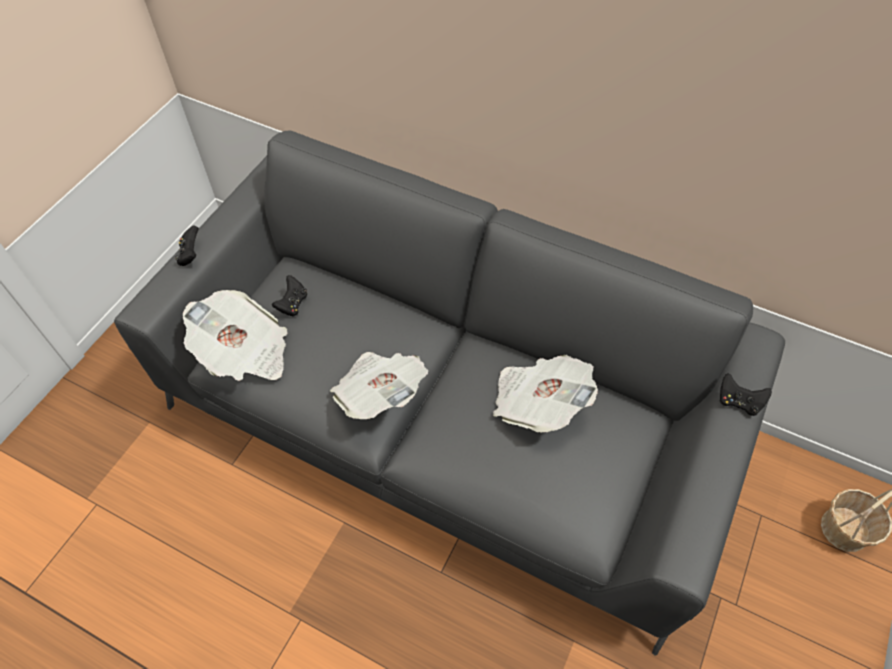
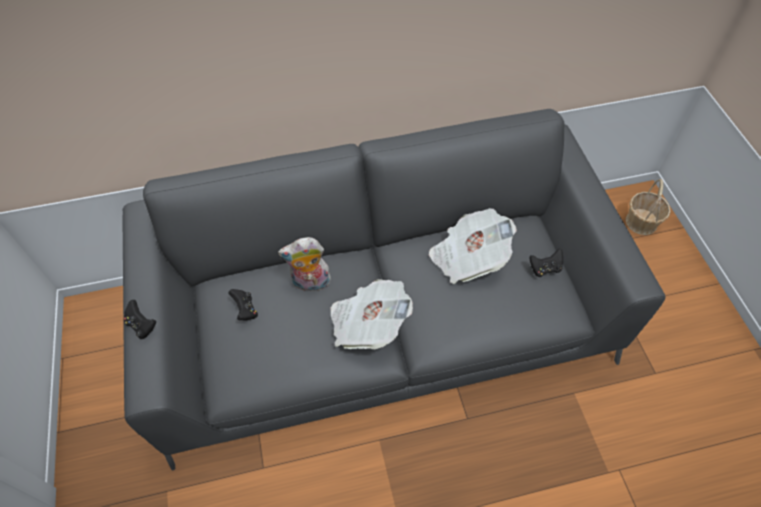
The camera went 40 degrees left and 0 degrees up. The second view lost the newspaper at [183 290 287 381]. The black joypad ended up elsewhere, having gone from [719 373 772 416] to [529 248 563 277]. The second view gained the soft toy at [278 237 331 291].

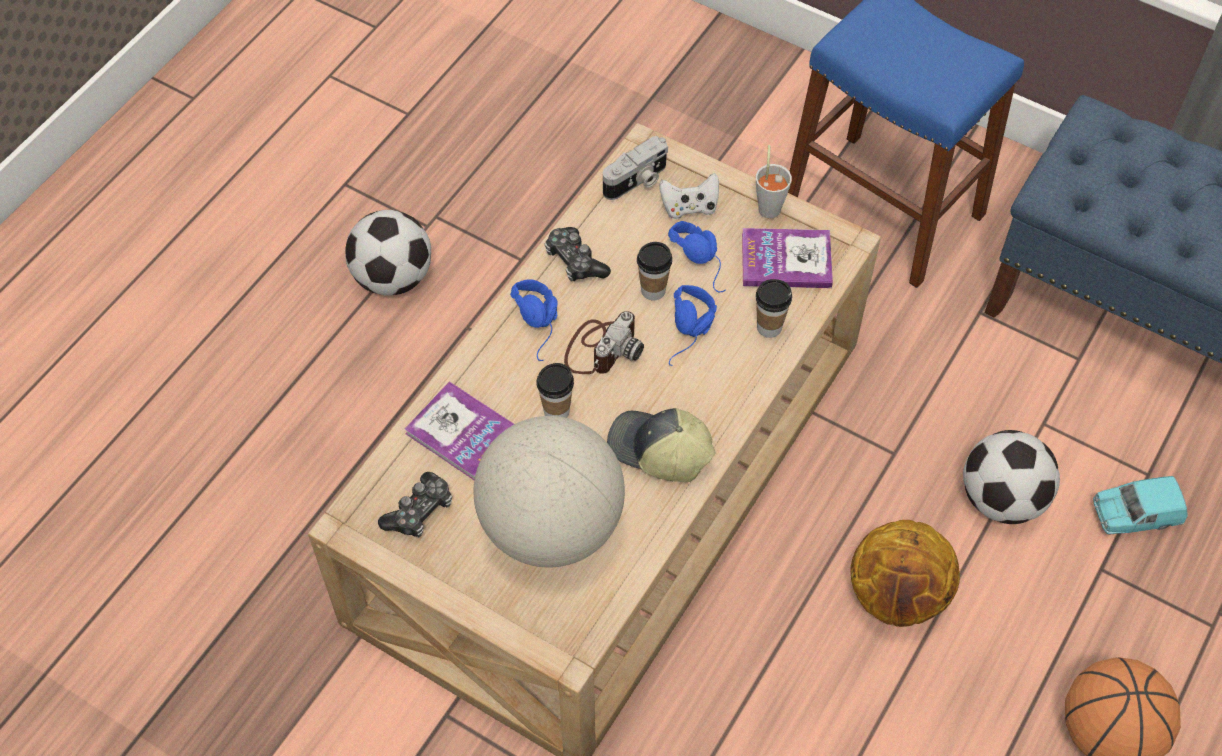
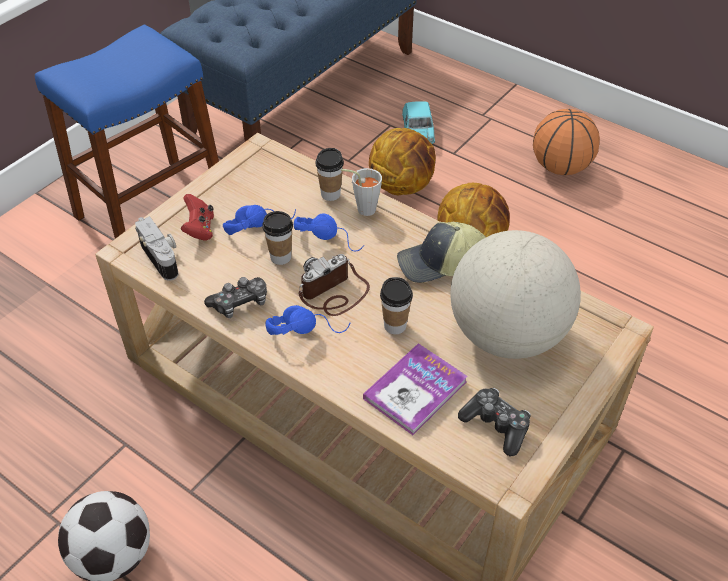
The camera went 85 degrees left and 10 degrees down. The photo camera at [564 311 644 374] ended up facing another way, 75 degrees counterclockwise from before. The baseball cap at [607 408 715 482] ended up facing another way, 45 degrees clockwise from before. What was the white joypad at [660 173 719 219] turned into the red joypad at [181 194 214 241]. The second view lost the book at [742 228 833 288]. The grey cup ended up elsewhere, having gone from [756 145 792 219] to [341 168 382 216]. Where the ball for football stood at [963 430 1060 524], the basketball came to stand at [369 128 436 195].

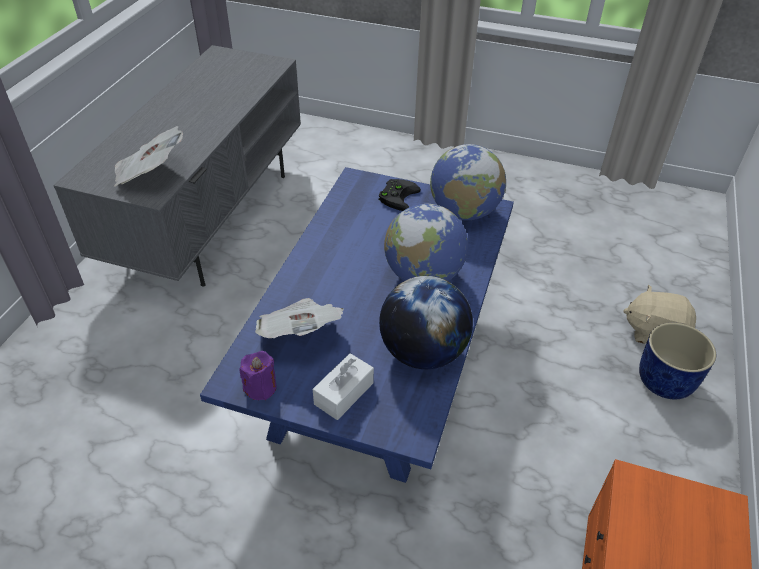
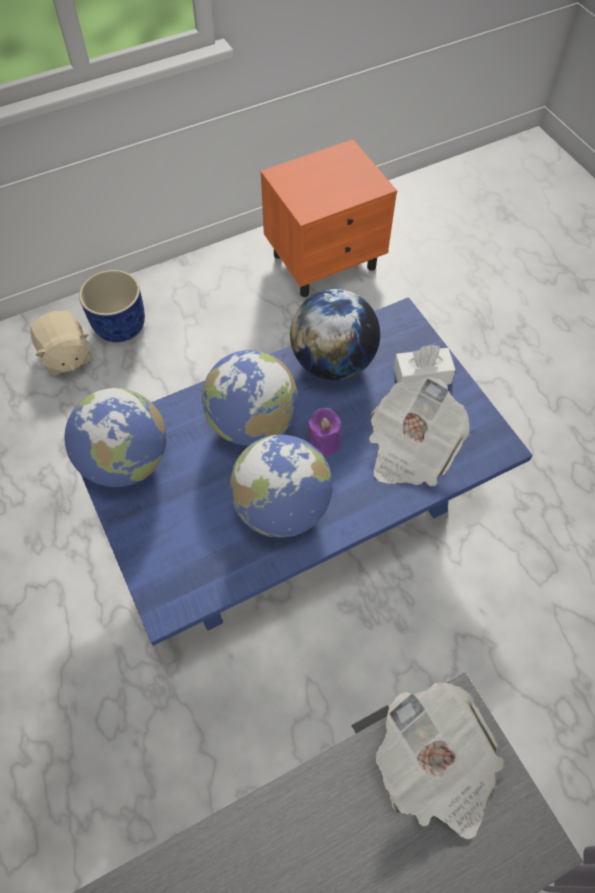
The camera went 135 degrees left and 15 degrees up. The purple-coloured wax candle ended up elsewhere, having gone from [239 351 277 400] to [308 408 341 456]. The second view lost the black joypad at [378 179 421 211]. The second view gained the globe at [230 435 333 537].

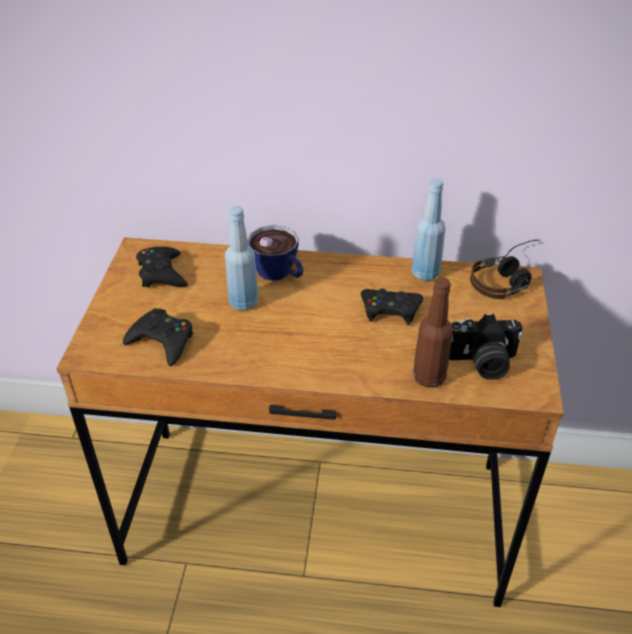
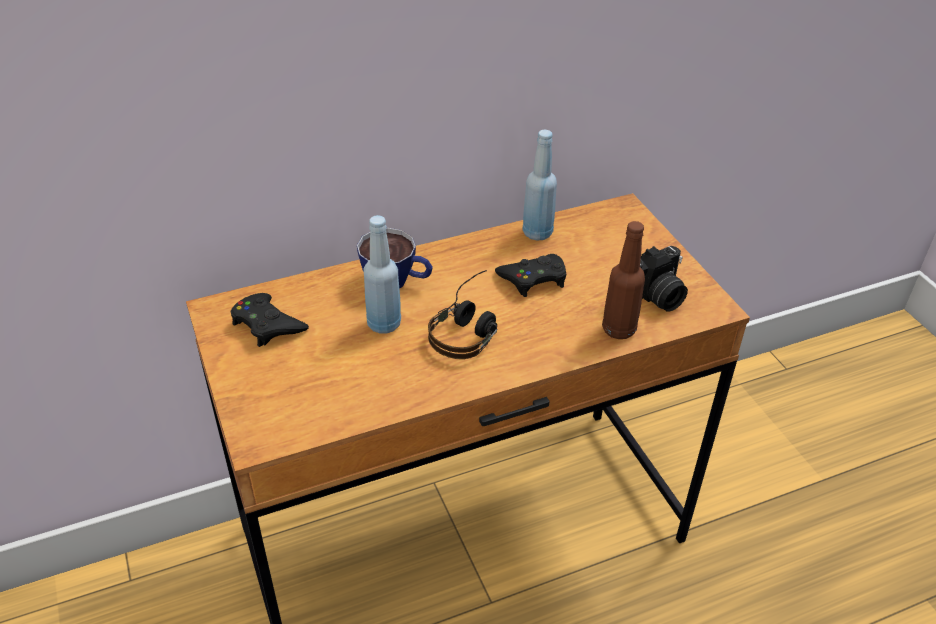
The camera went 30 degrees left and 0 degrees up. The second view lost the black joypad at [123 308 193 366]. The pair of headphones ended up elsewhere, having gone from [470 240 541 299] to [428 270 498 359].

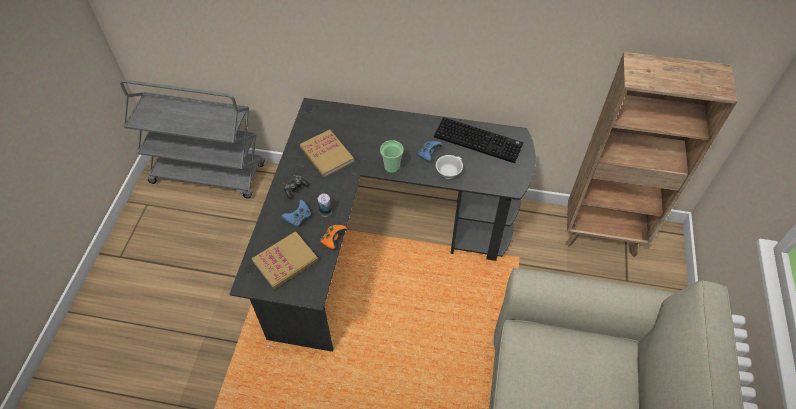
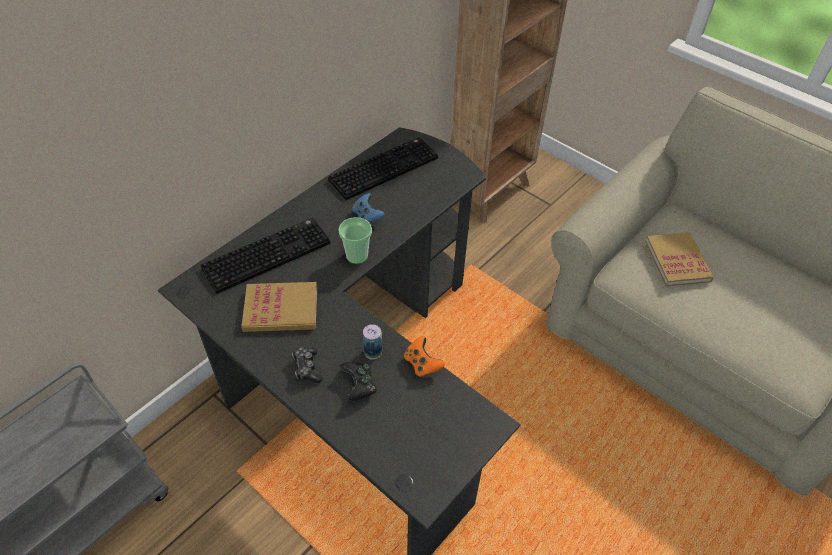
The camera went 60 degrees left and 5 degrees down. The book ended up elsewhere, having gone from [252 231 318 289] to [645 232 714 286]. What was the blue joypad at [282 200 311 227] turned into the black joypad at [340 362 377 400]. The second view lost the white cup at [436 155 463 179]. The second view gained the computer keyboard at [200 217 330 294].

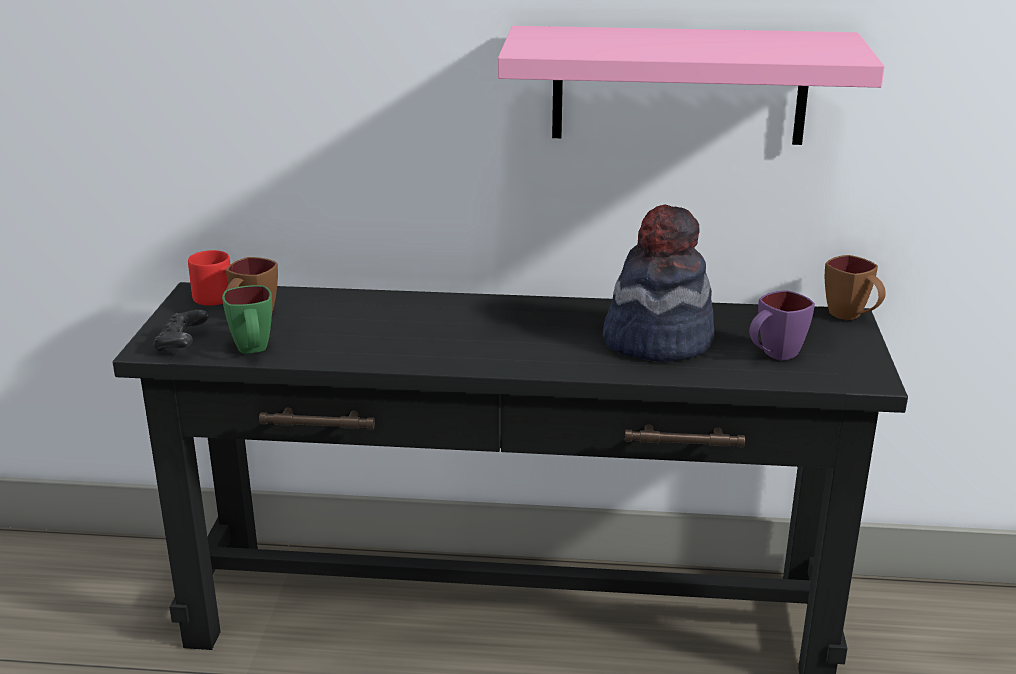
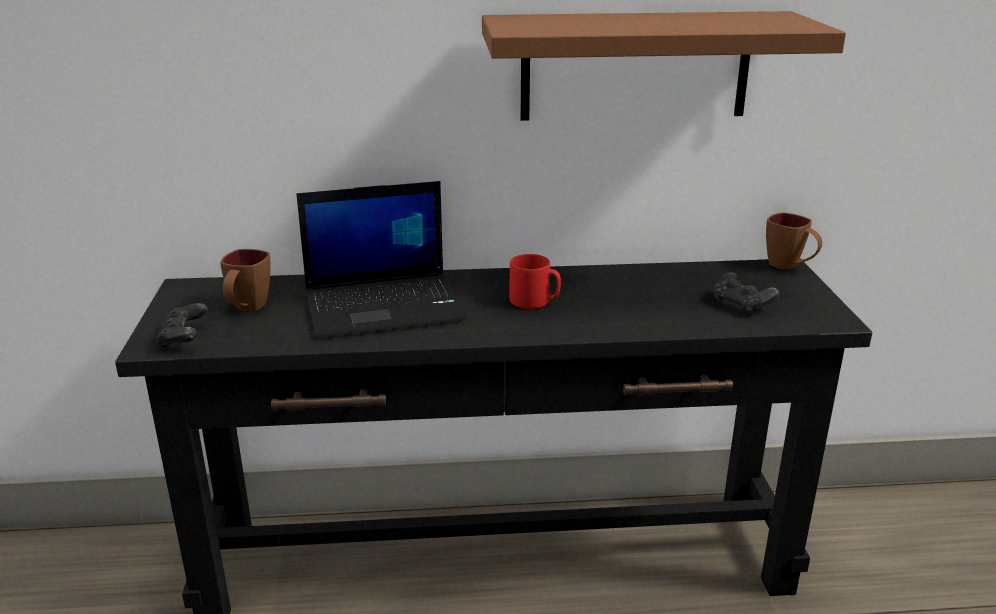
The camera went 10 degrees left and 0 degrees up. The red coffee mug ended up elsewhere, having gone from [188 250 230 306] to [510 254 561 309]. The second view lost the green coffee mug at [222 285 272 354]. What was the pink-coloured shelf at [498 26 885 145] turned into the brown shelf at [482 11 846 121]. The second view lost the clothing hat at [603 205 714 362]. Where the purple-coloured coffee mug stood at [749 290 815 361], the black joypad came to stand at [714 272 780 315]. The second view gained the notebook computer at [296 181 467 338].

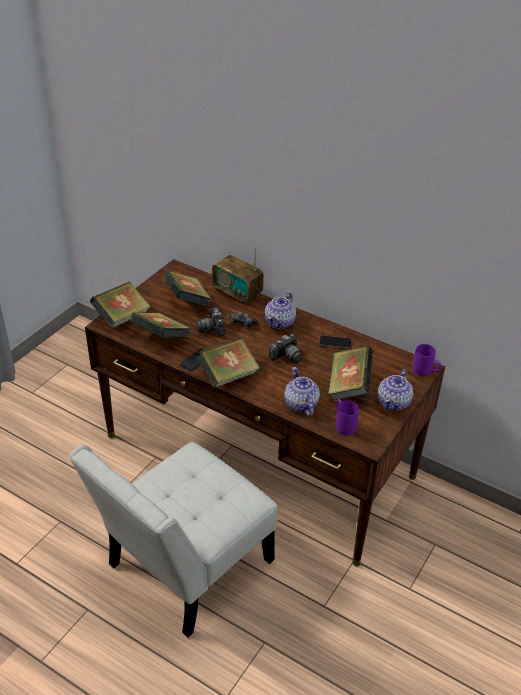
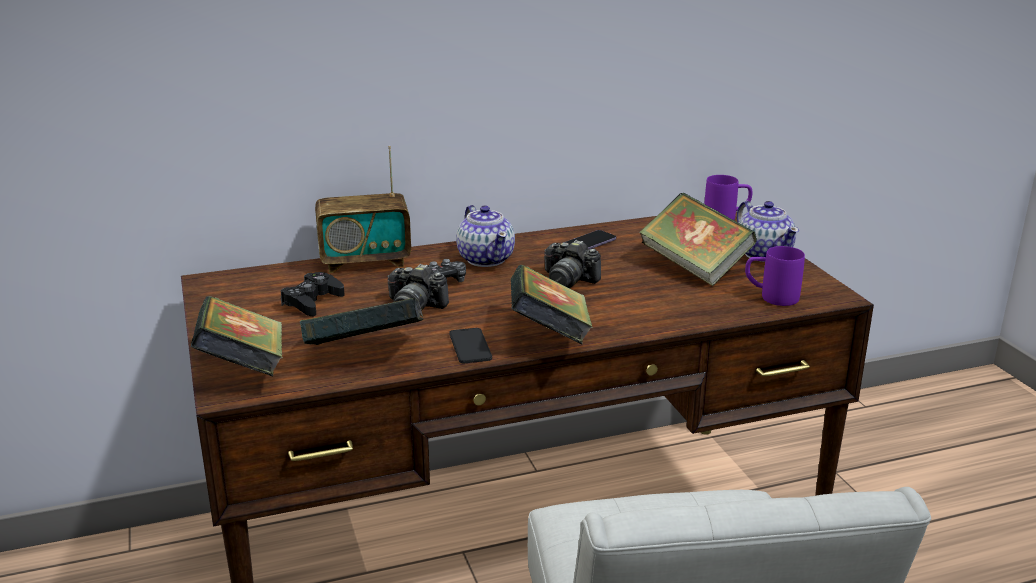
The camera went 50 degrees left and 15 degrees down. Where the book stood at [164 271 211 307], the black joypad came to stand at [281 272 345 316]. The photo camera at [269 334 303 363] ended up facing another way, 120 degrees clockwise from before. The second view lost the pot for tea at [284 367 320 416].

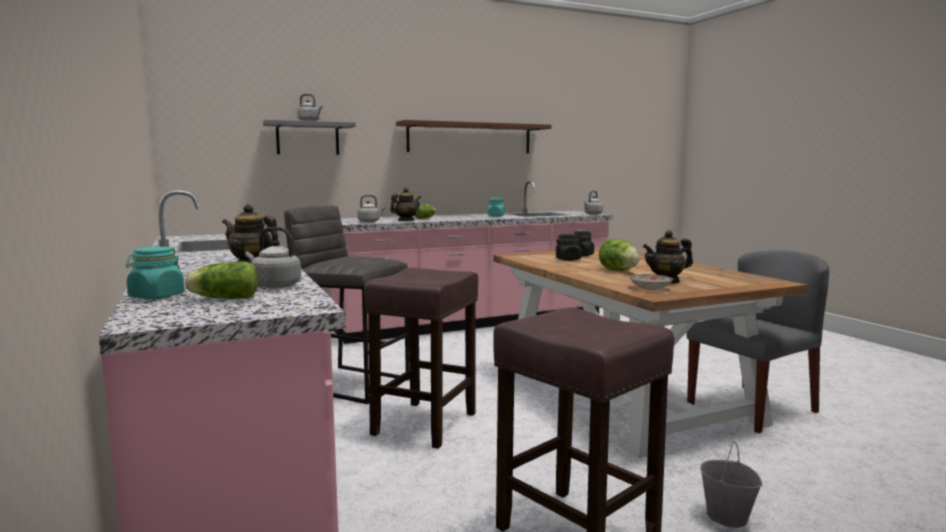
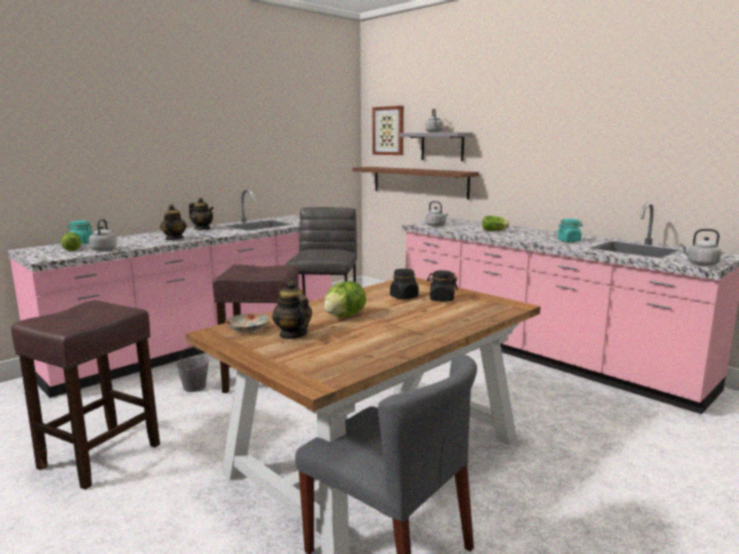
The camera went 70 degrees right and 5 degrees up. The pot for tea ended up elsewhere, having gone from [390 188 421 221] to [189 198 214 230]. The brown shelf ended up elsewhere, having gone from [396 120 551 153] to [353 167 479 200]. The grey water bucket ended up elsewhere, having gone from [700 441 763 528] to [176 345 209 392]. The second view gained the wall art at [372 106 404 155].

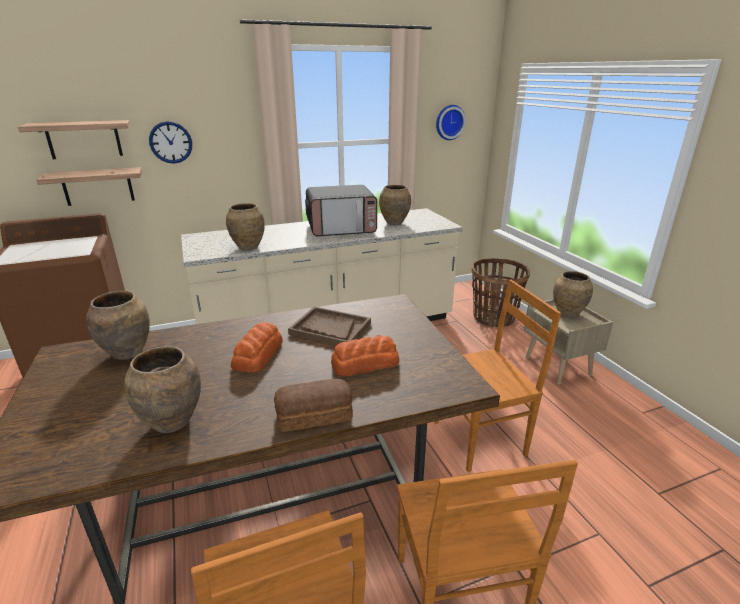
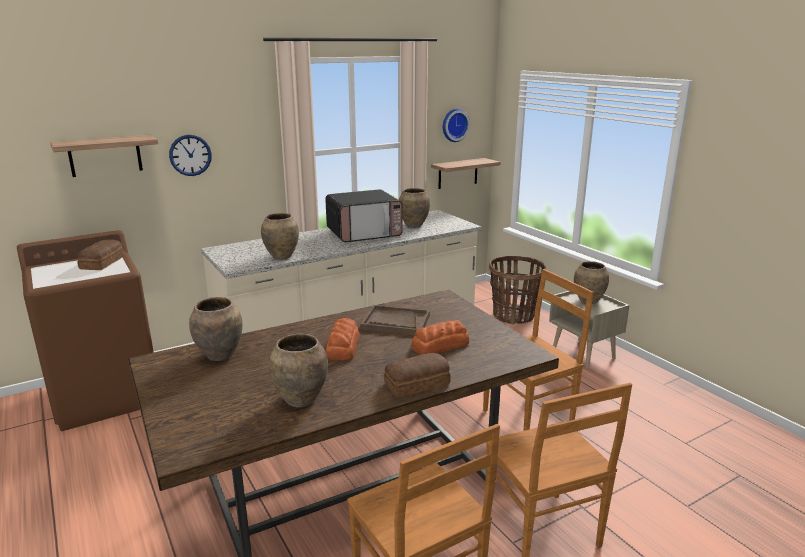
The camera went 10 degrees left and 5 degrees down. The shelf ended up elsewhere, having gone from [37 167 142 206] to [431 158 501 189]. The second view gained the bakery bread at [77 239 124 270].

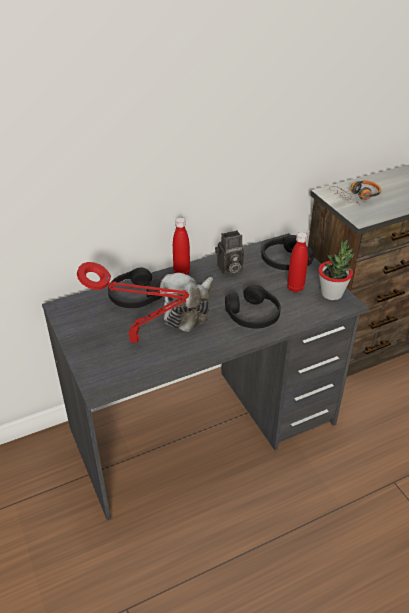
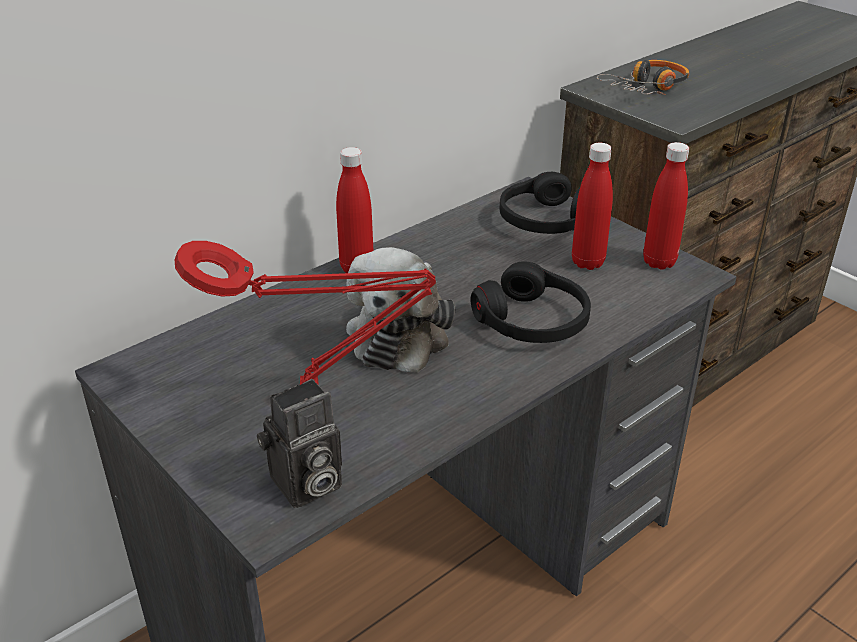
The camera went 15 degrees left and 5 degrees down. The second view lost the black pair of headphones at [108 268 162 308]. The photo camera ended up elsewhere, having gone from [215 230 244 276] to [257 379 342 508]. Where the houseplant stood at [318 240 355 300], the red bottle came to stand at [643 142 689 270].

